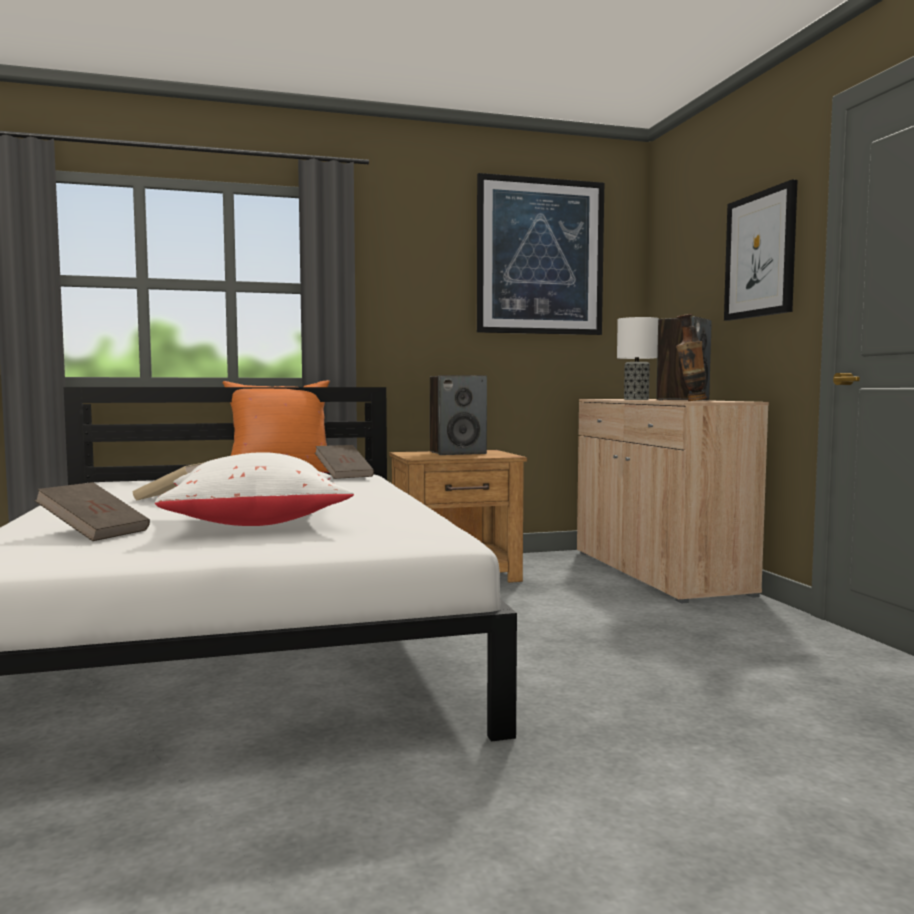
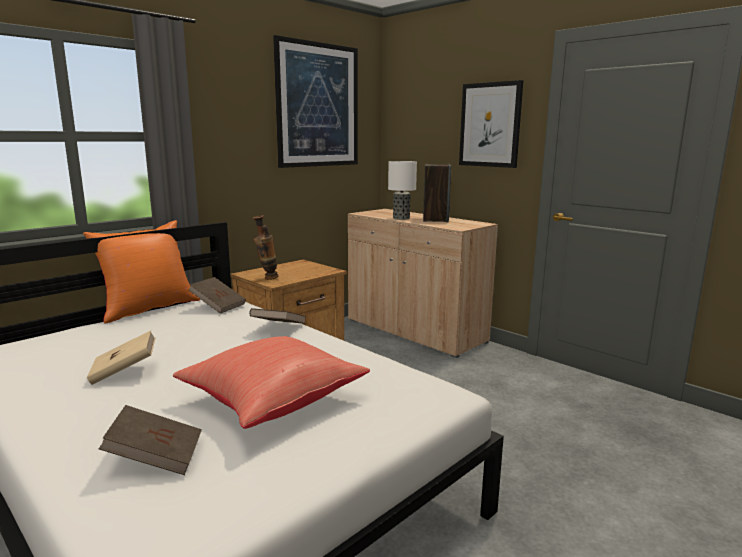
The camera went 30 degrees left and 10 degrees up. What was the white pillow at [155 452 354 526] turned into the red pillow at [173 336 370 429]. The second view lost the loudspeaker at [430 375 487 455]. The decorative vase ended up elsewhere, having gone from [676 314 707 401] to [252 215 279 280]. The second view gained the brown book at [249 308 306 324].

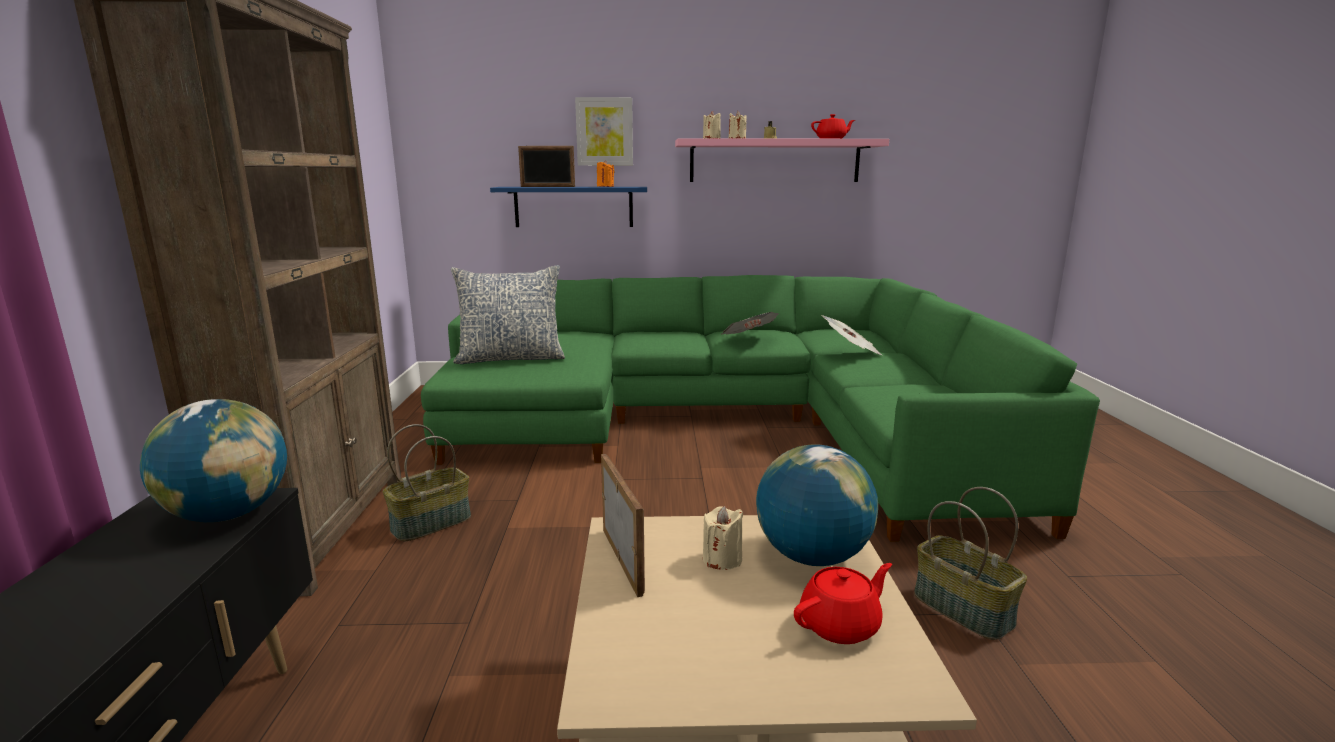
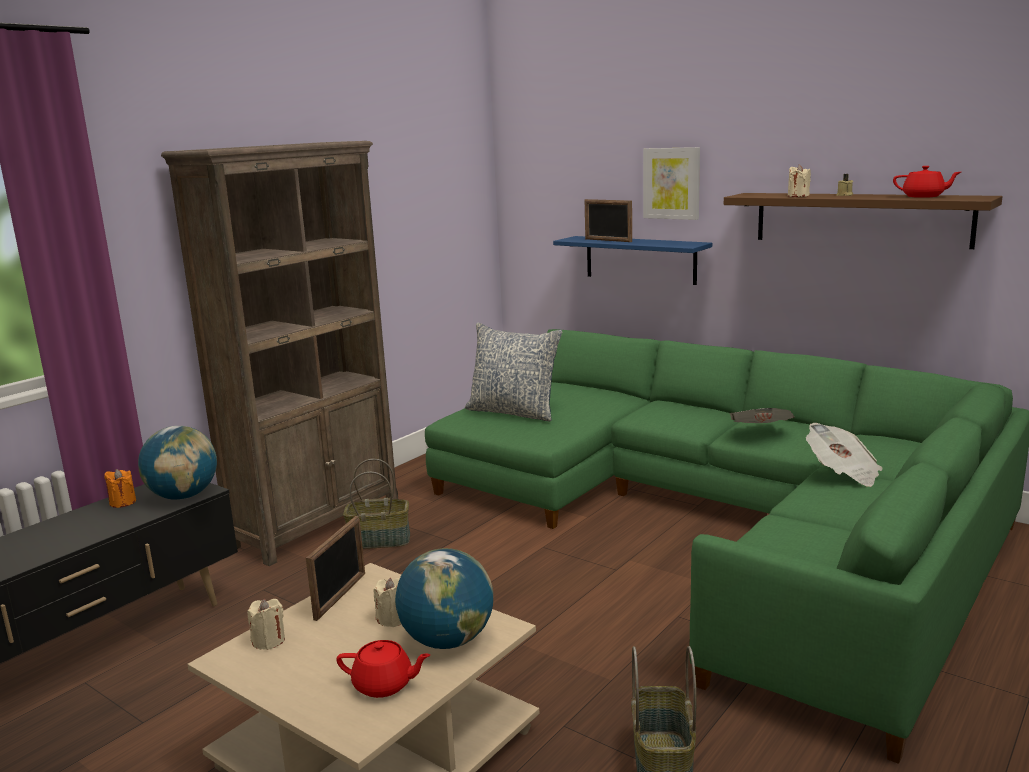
The camera went 40 degrees right and 0 degrees up. The orange wax candle ended up elsewhere, having gone from [597 160 615 187] to [104 469 136 508]. What was the pink-coloured shelf at [675 138 889 182] turned into the brown shelf at [724 193 1002 249]. The beige-coloured wax candle ended up elsewhere, having gone from [703 111 721 138] to [247 599 285 650].

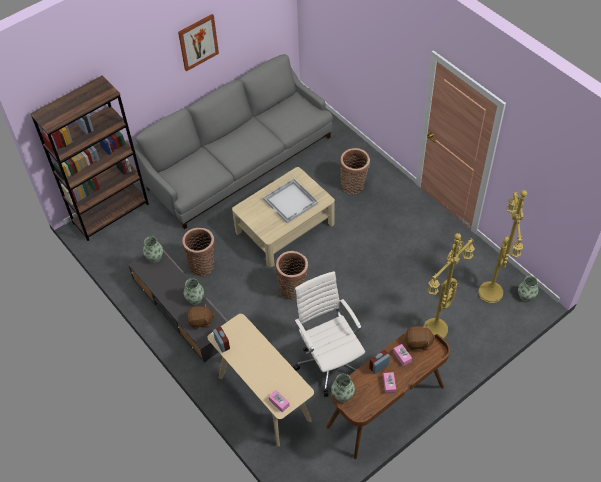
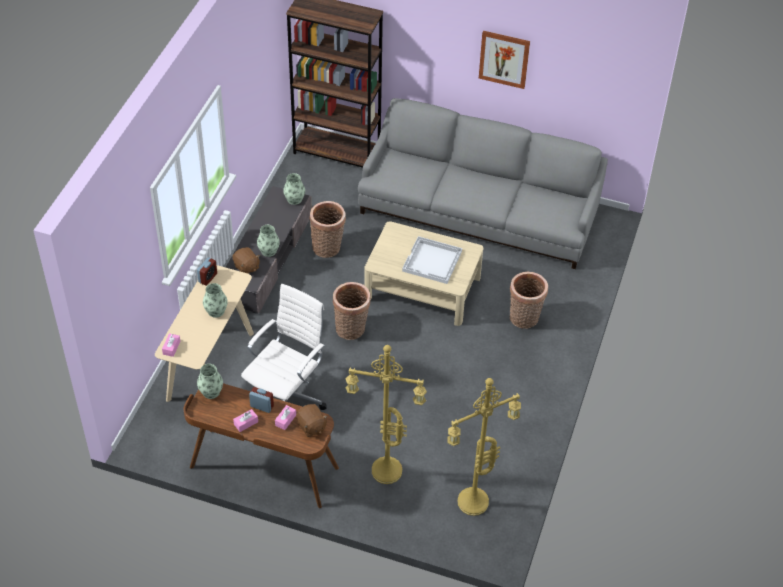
The camera went 55 degrees right and 5 degrees down. The decorative vase ended up elsewhere, having gone from [518 276 538 302] to [203 283 227 318].

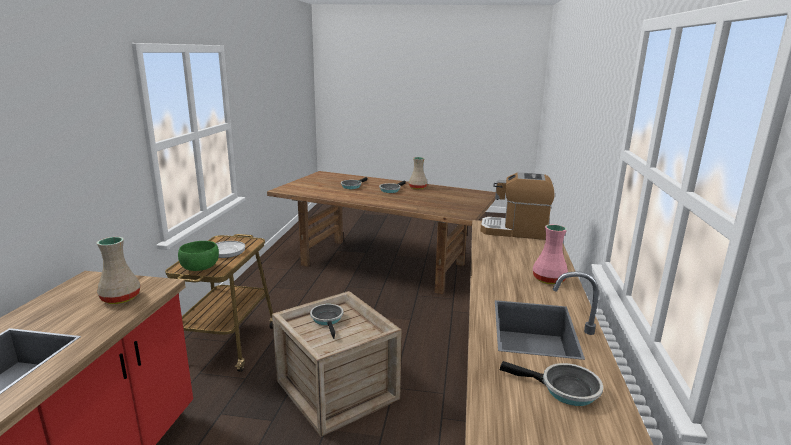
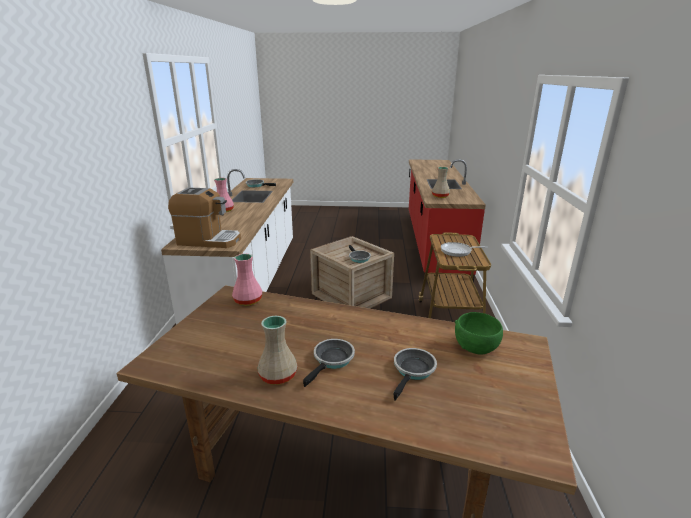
The camera went 175 degrees right and 5 degrees up. The green deep dish ended up elsewhere, having gone from [178 241 219 271] to [455 312 503 354]. The second view gained the pink-coloured decorative vase at [232 254 262 306].

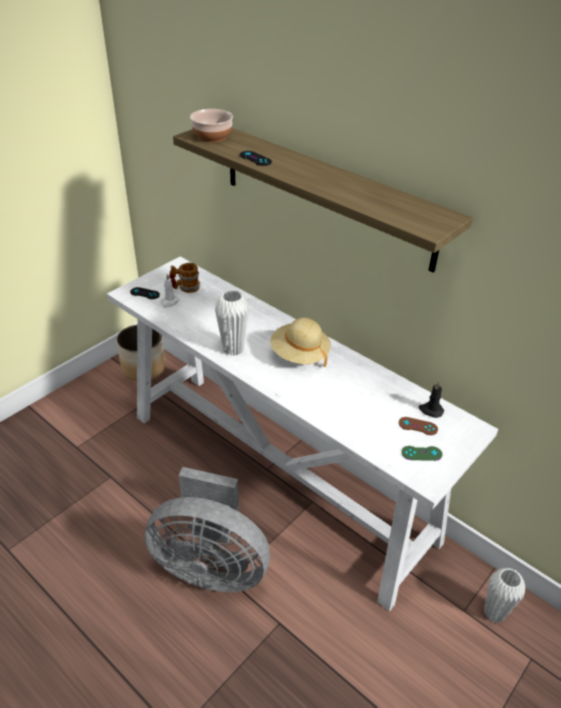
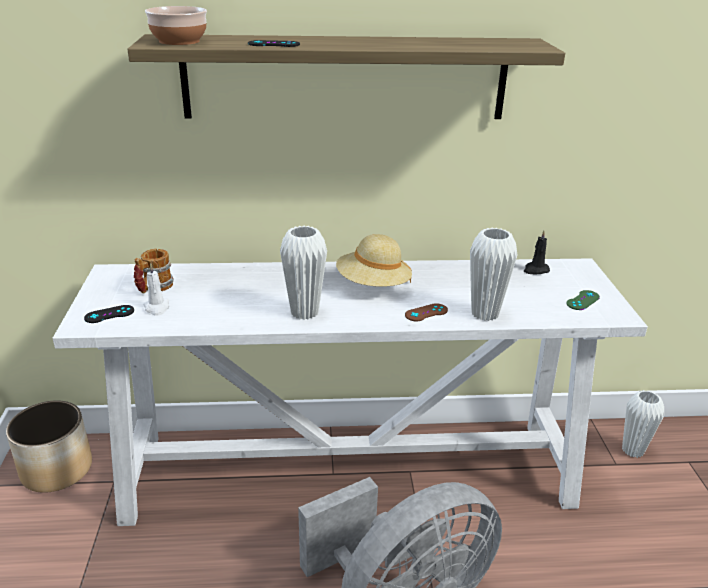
The camera went 45 degrees left and 10 degrees down. The brown joypad ended up elsewhere, having gone from [399 417 438 435] to [405 303 448 321]. The second view gained the white decorative vase at [470 228 517 321].

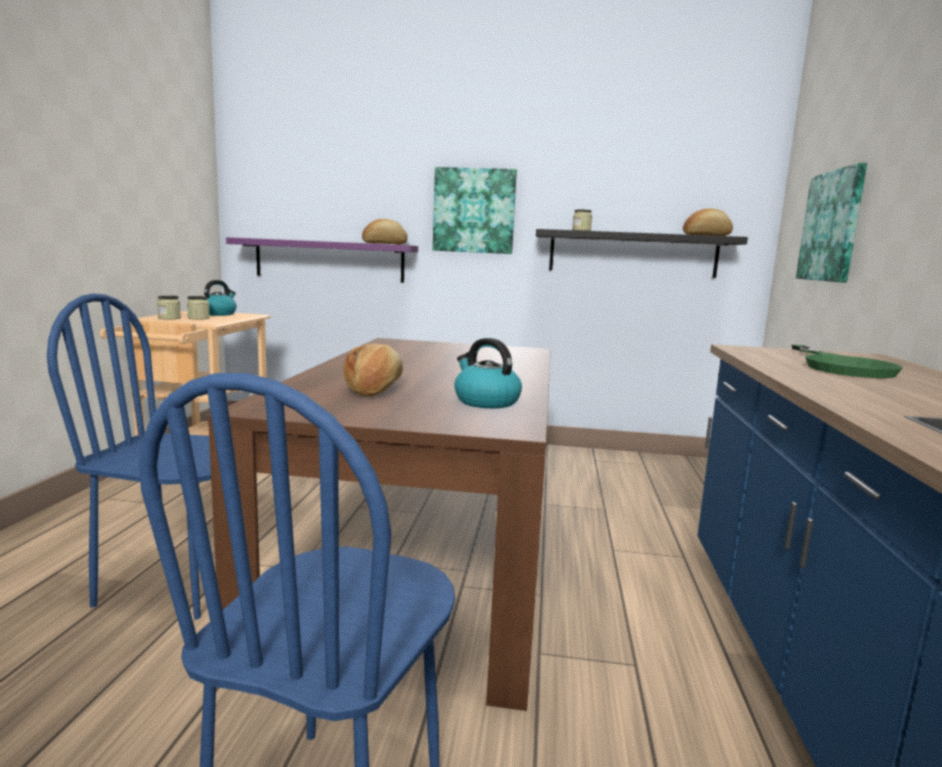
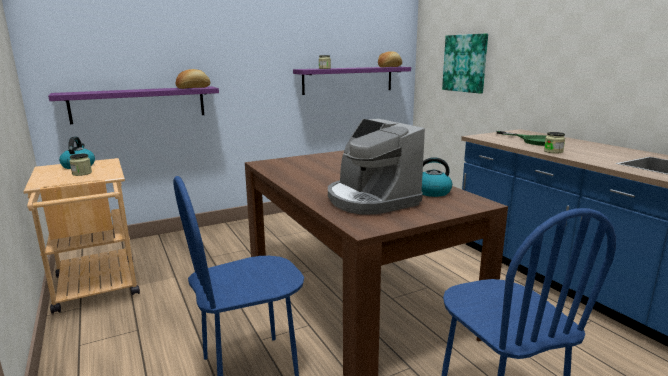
The camera went 35 degrees left and 5 degrees up. The jar ended up elsewhere, having gone from [157 295 181 319] to [544 132 565 153]. Where the bakery bread stood at [343 344 403 397], the coffee maker came to stand at [328 119 425 215]. The second view lost the wall art at [433 167 517 254]. What was the black shelf at [536 229 748 278] turned into the purple-coloured shelf at [293 67 411 95].

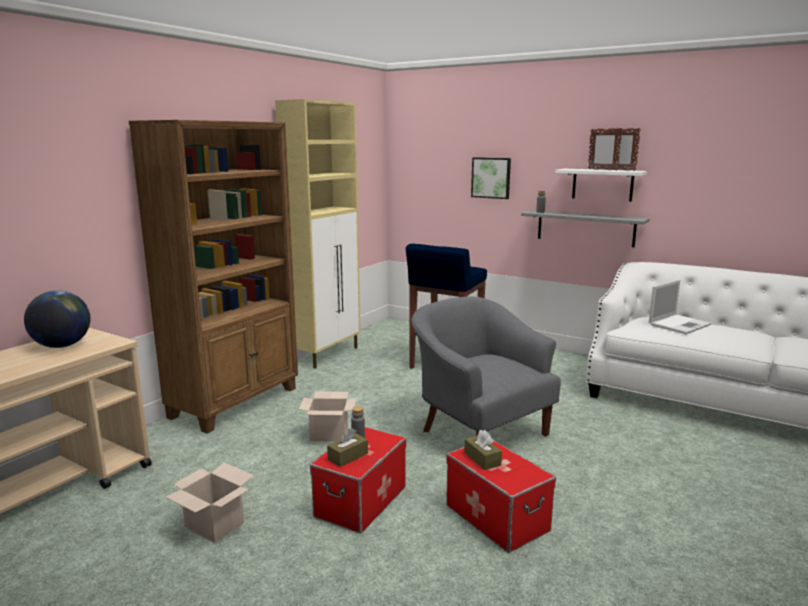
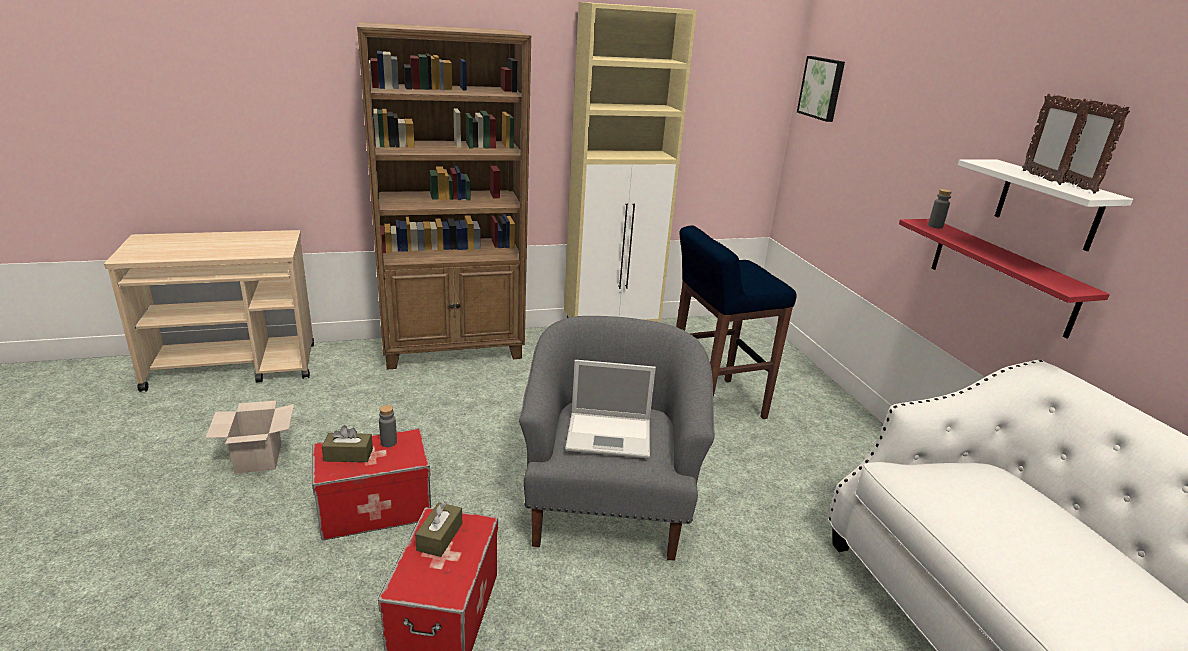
The camera went 40 degrees right and 10 degrees up. The second view lost the globe at [24 290 91 348]. The second view lost the cardboard box at [299 391 356 441]. The wall art ended up elsewhere, having gone from [471 157 511 199] to [797 56 845 122]. What was the grey shelf at [521 210 650 247] turned into the red shelf at [899 219 1110 339]. The notebook computer ended up elsewhere, having gone from [649 280 712 334] to [565 360 656 458].

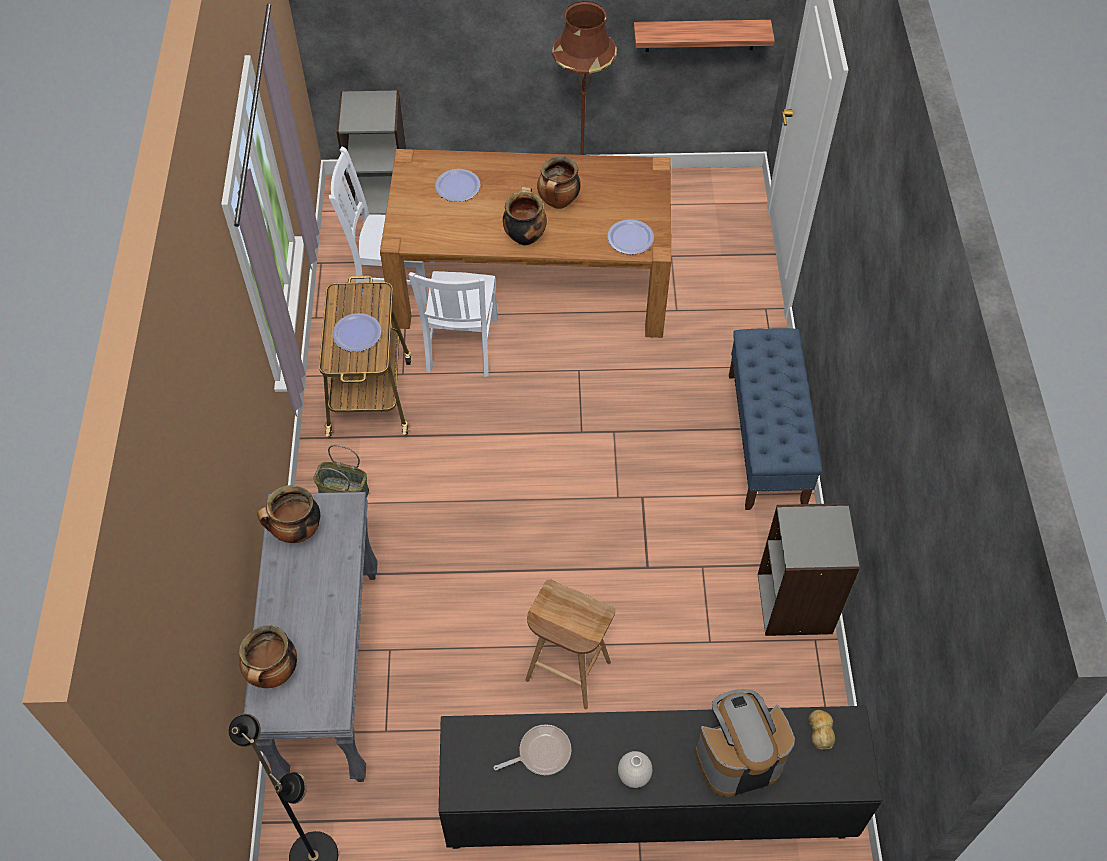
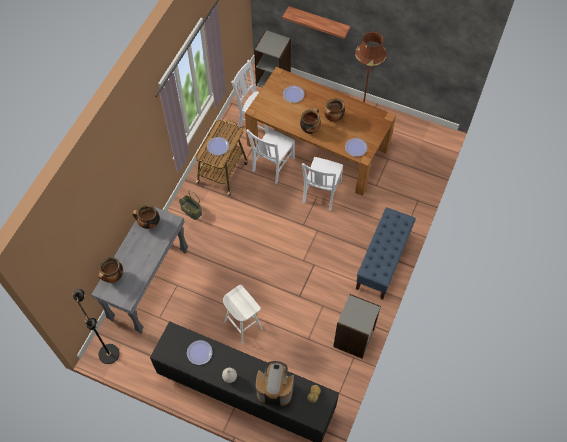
The camera went 25 degrees right and 5 degrees up. Where the pan stood at [494 724 571 775], the plate came to stand at [187 340 213 365]. What was the brown sitting stool at [525 579 615 709] turned into the white sitting stool at [223 285 263 344]. The shelf ended up elsewhere, having gone from [634 20 775 52] to [283 6 350 39]. The second view gained the white chair at [302 157 343 211].

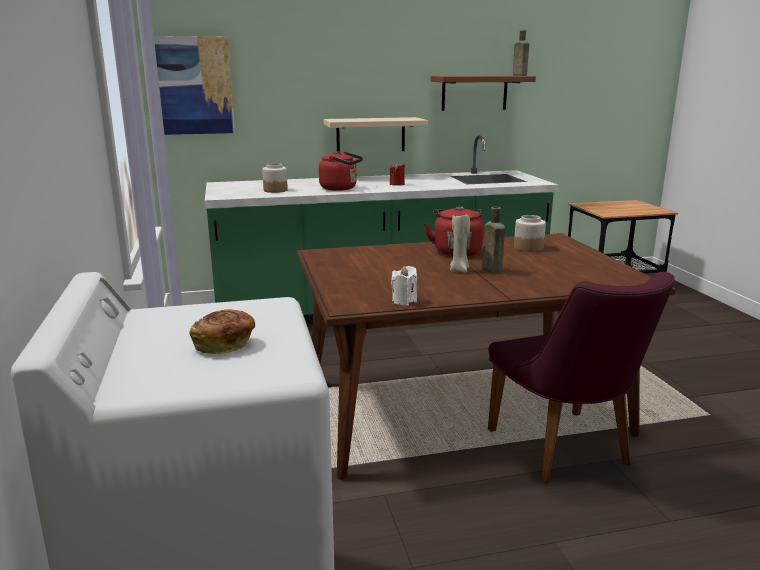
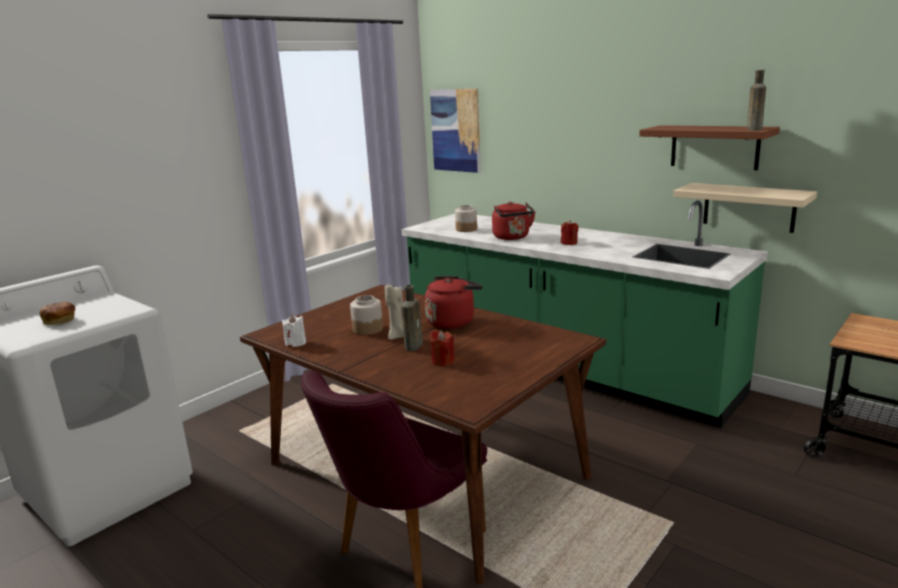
The camera went 55 degrees right and 0 degrees up. The beige-coloured shelf ended up elsewhere, having gone from [324 117 428 152] to [673 183 817 233]. The jar ended up elsewhere, having gone from [514 215 546 252] to [350 295 383 335]. The second view gained the red wax candle at [430 330 455 366].

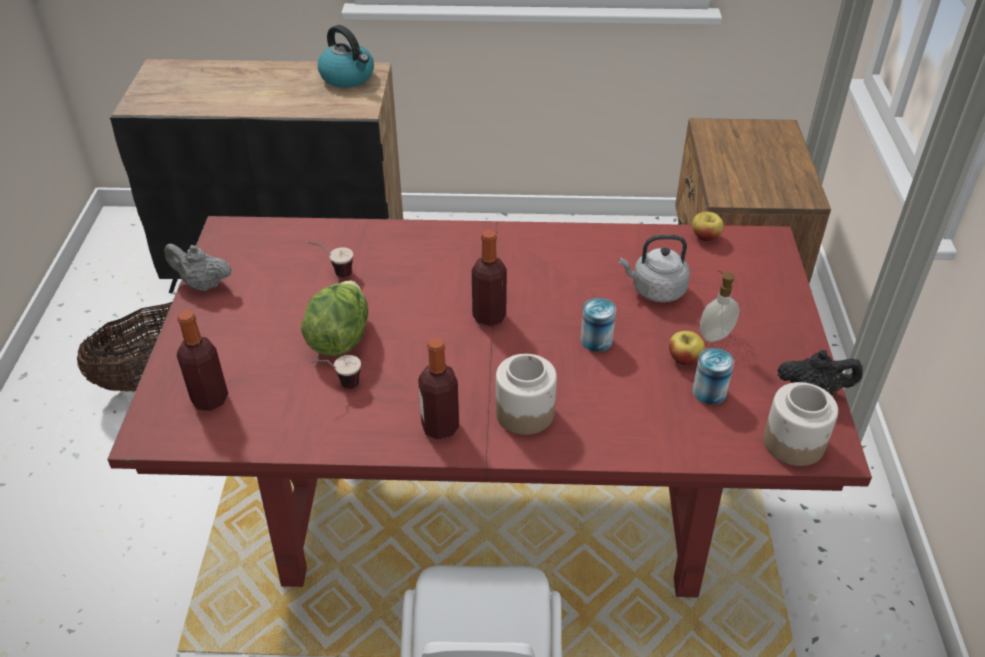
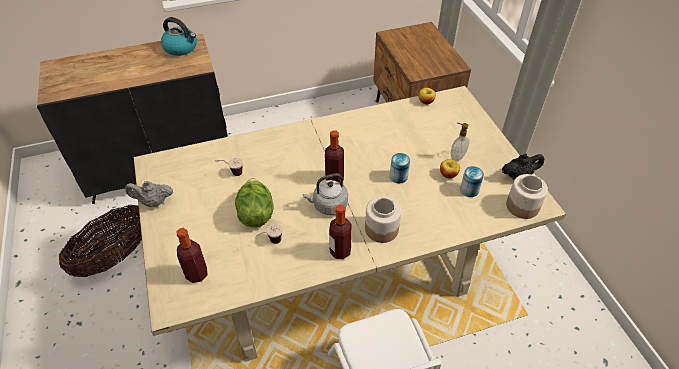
The camera went 20 degrees left and 5 degrees up. What was the red dinner table at [107 216 872 597] turned into the beige-coloured dinner table at [134 86 566 362]. The grey tea kettle ended up elsewhere, having gone from [619 235 690 302] to [303 173 348 215].

